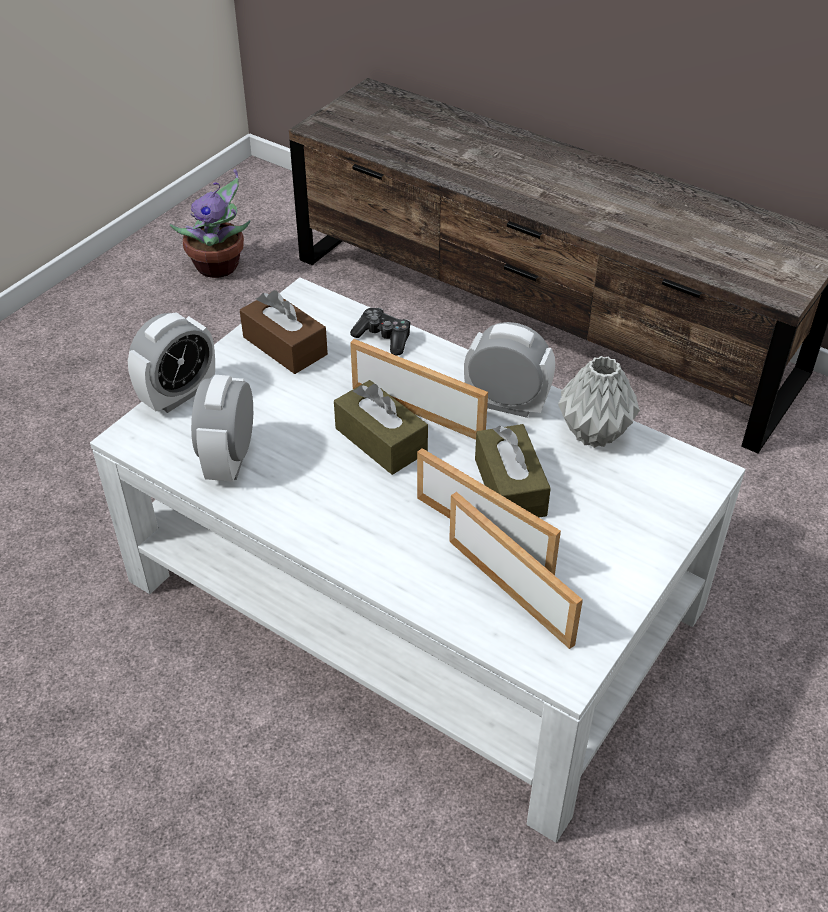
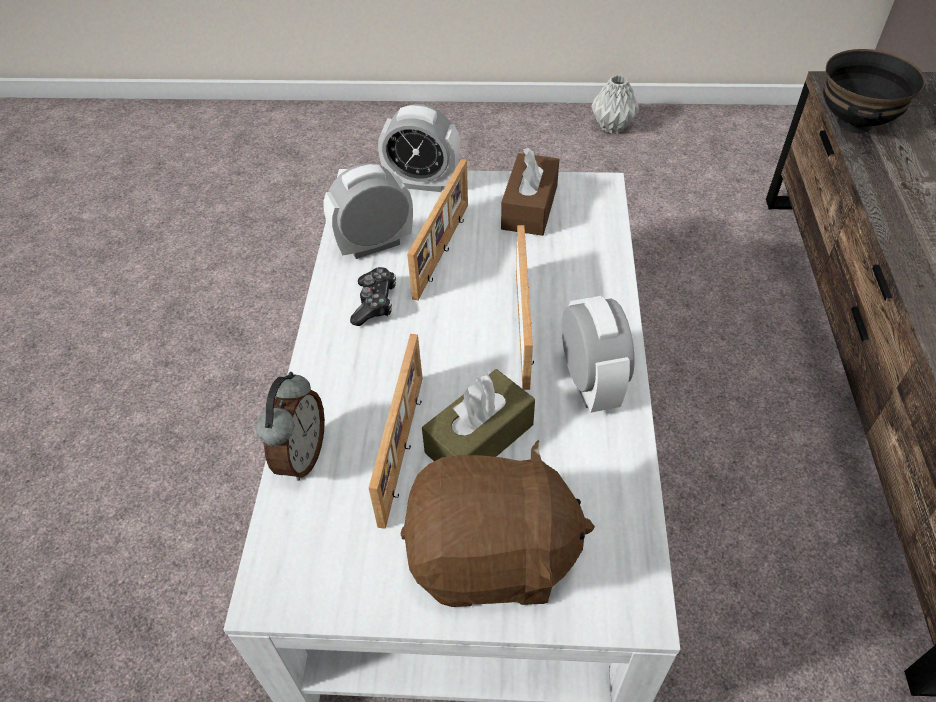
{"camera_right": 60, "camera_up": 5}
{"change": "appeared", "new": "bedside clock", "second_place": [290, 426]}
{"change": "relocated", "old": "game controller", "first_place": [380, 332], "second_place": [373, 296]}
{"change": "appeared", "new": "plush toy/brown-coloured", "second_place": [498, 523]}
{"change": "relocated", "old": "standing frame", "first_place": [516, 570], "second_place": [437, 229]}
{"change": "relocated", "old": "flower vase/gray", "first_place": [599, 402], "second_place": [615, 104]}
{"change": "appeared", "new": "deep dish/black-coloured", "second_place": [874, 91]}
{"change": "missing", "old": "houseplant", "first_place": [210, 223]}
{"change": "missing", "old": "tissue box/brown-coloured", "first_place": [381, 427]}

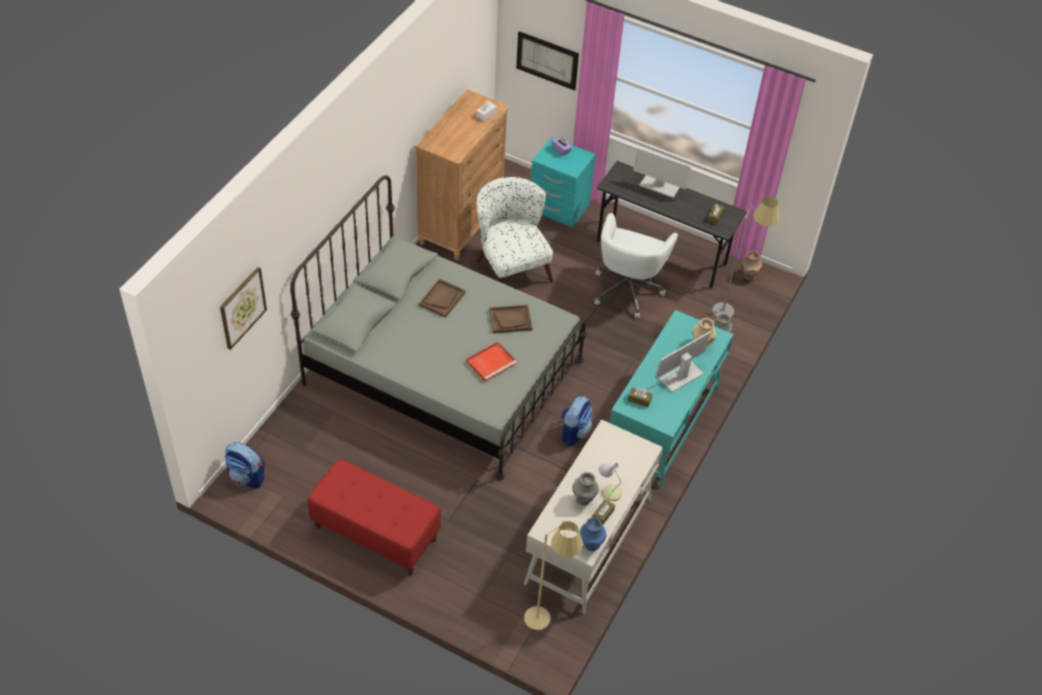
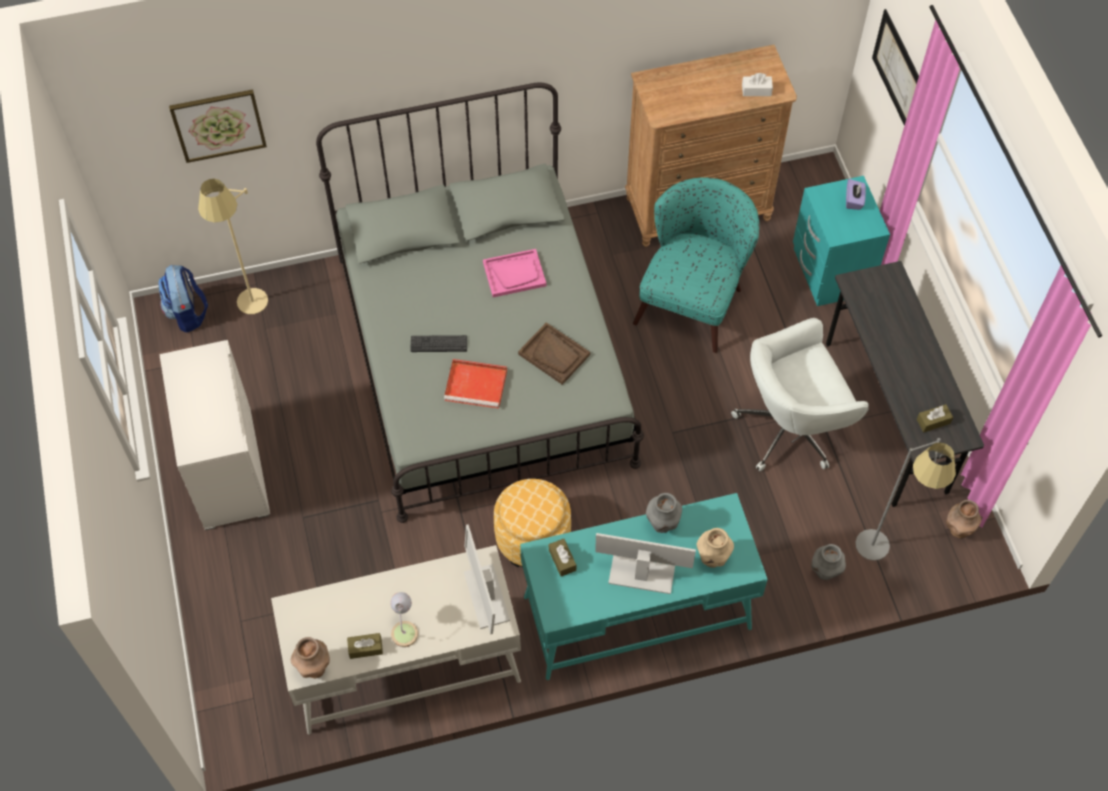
{"camera_right": 50, "camera_up": 10}
{"change": "exchanged", "old": "indoor bench/reddish", "new": "chest of drawers/whitish", "first_place": [374, 517], "second_place": [214, 435]}
{"change": "relocated", "old": "floor lamp/beige-coloured", "first_place": [553, 575], "second_place": [233, 246]}
{"change": "colour", "old": "flower vase/bluish", "new": "flower vase/brown-coloured", "first_place": [593, 534], "second_place": [310, 657]}
{"change": "appeared", "new": "computer keyboard", "second_place": [438, 343]}
{"change": "relocated", "old": "monitor", "first_place": [662, 172], "second_place": [487, 579]}
{"change": "colour", "old": "carrying tray/brown-coloured", "new": "carrying tray/pink", "first_place": [442, 298], "second_place": [514, 273]}
{"change": "exchanged", "old": "knapsack", "new": "pouffe", "first_place": [577, 421], "second_place": [532, 523]}
{"change": "colour", "old": "armchair/whitish", "new": "armchair/blue-green", "first_place": [515, 230], "second_place": [696, 265]}
{"change": "relocated", "old": "flower vase/gray", "first_place": [585, 489], "second_place": [664, 513]}

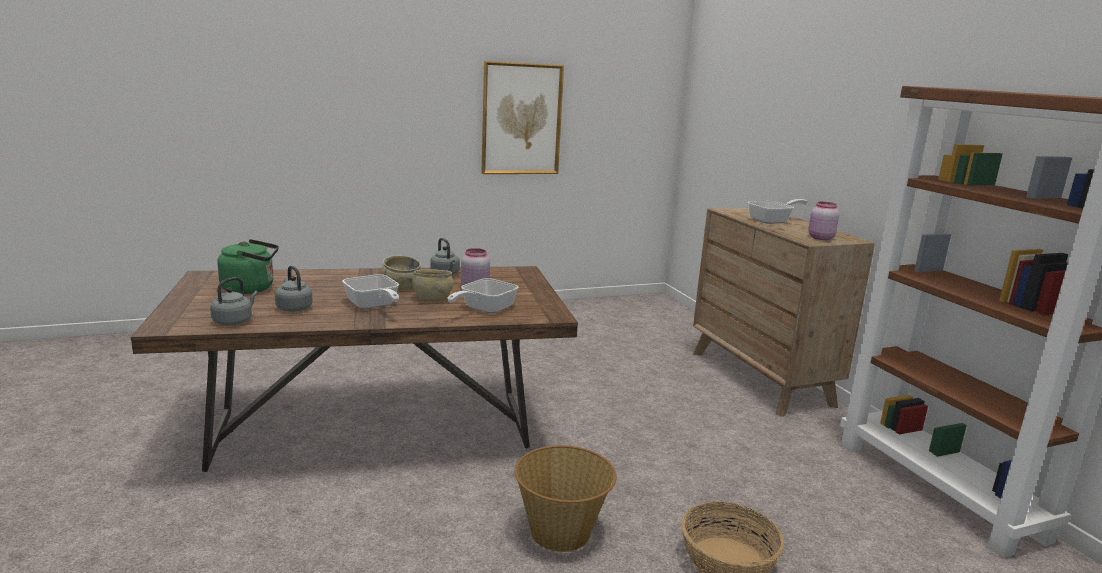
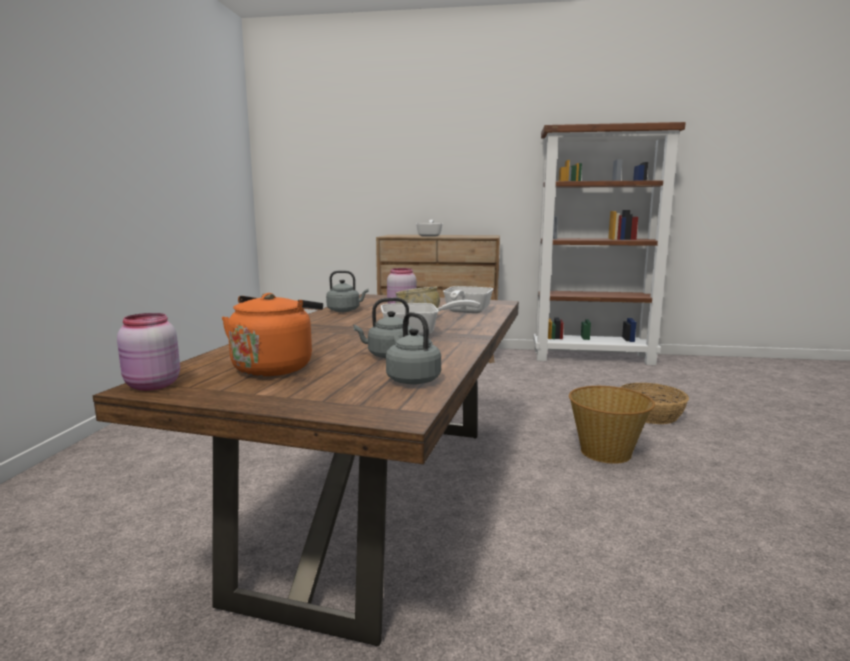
{"camera_right": -60, "camera_up": -5}
{"change": "relocated", "old": "storage jar/pink", "first_place": [823, 221], "second_place": [148, 352]}
{"change": "colour", "old": "water kettle/green-coloured", "new": "water kettle/orangey", "first_place": [248, 266], "second_place": [272, 334]}
{"change": "spun", "old": "skillet", "first_place": [482, 295], "second_place": [468, 299], "degrees": 45}
{"change": "missing", "old": "deep dish/beige-coloured", "first_place": [401, 273]}
{"change": "missing", "old": "wall art", "first_place": [522, 117]}

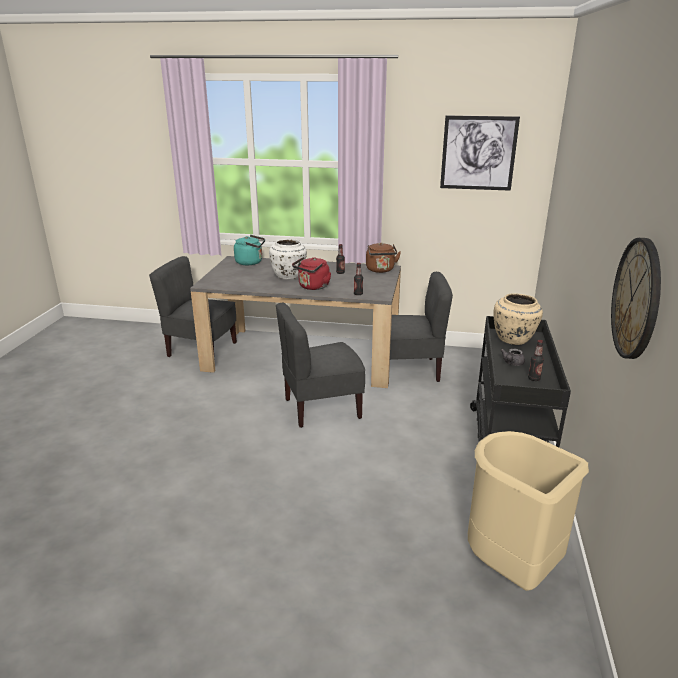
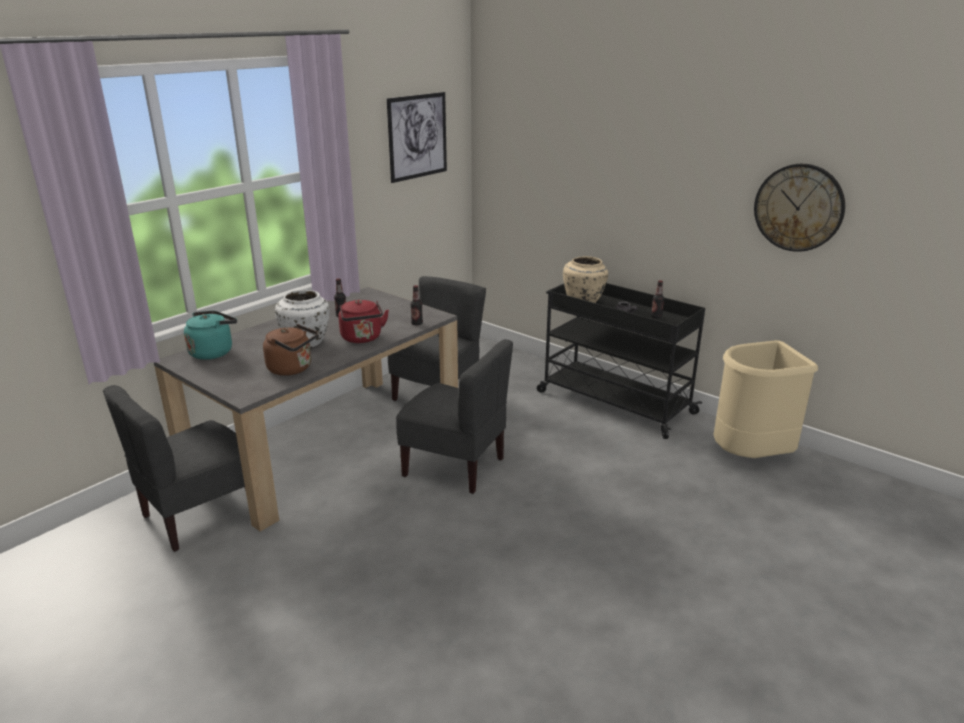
{"camera_right": -60, "camera_up": 0}
{"change": "relocated", "old": "water kettle/brown-coloured", "first_place": [383, 257], "second_place": [290, 350]}
{"change": "spun", "old": "upright chair/gray", "first_place": [320, 365], "second_place": [454, 416], "degrees": -75}

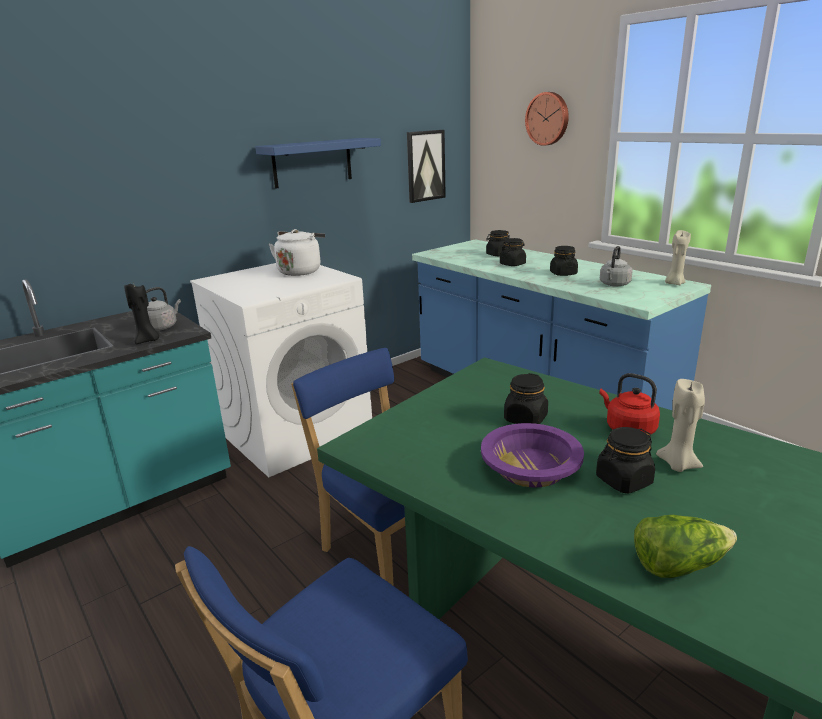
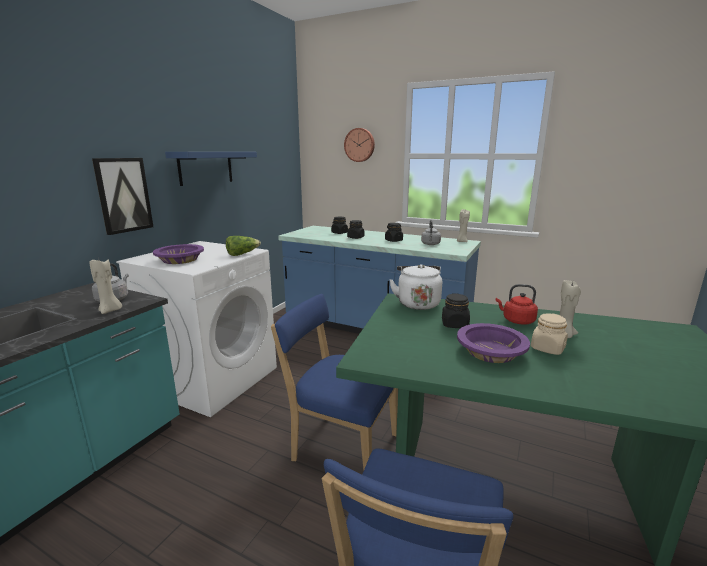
{"camera_right": -25, "camera_up": -5}
{"change": "colour", "old": "wax light/black-coloured", "new": "wax light/beige-coloured", "first_place": [141, 313], "second_place": [105, 287]}
{"change": "relocated", "old": "wall art", "first_place": [426, 166], "second_place": [122, 196]}
{"change": "appeared", "new": "deep dish/purple-coloured", "second_place": [178, 254]}
{"change": "relocated", "old": "lettuce", "first_place": [685, 546], "second_place": [243, 246]}
{"change": "relocated", "old": "water kettle/whitish", "first_place": [297, 252], "second_place": [415, 287]}
{"change": "colour", "old": "storage jar/black-coloured", "new": "storage jar/beige-coloured", "first_place": [625, 460], "second_place": [549, 334]}

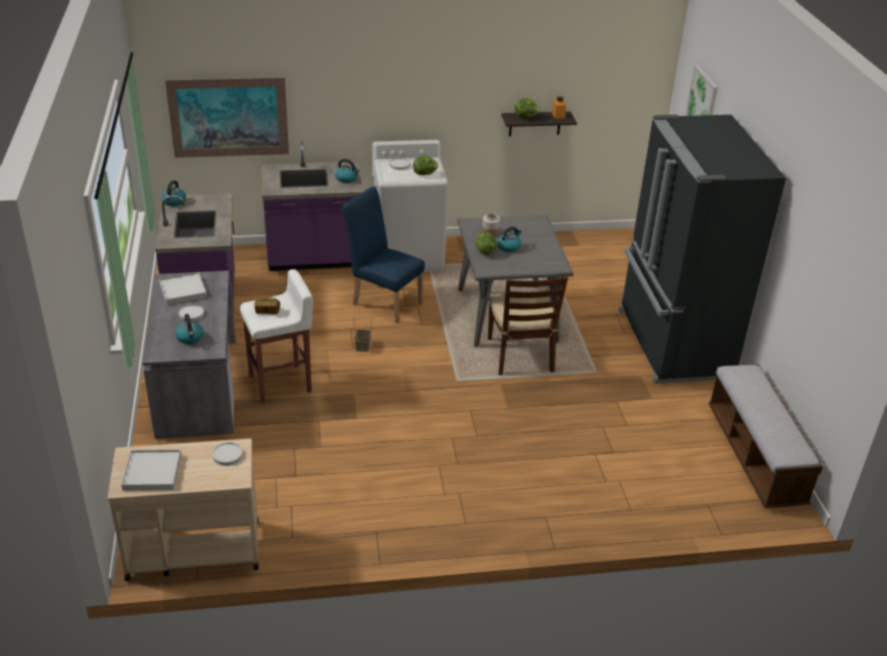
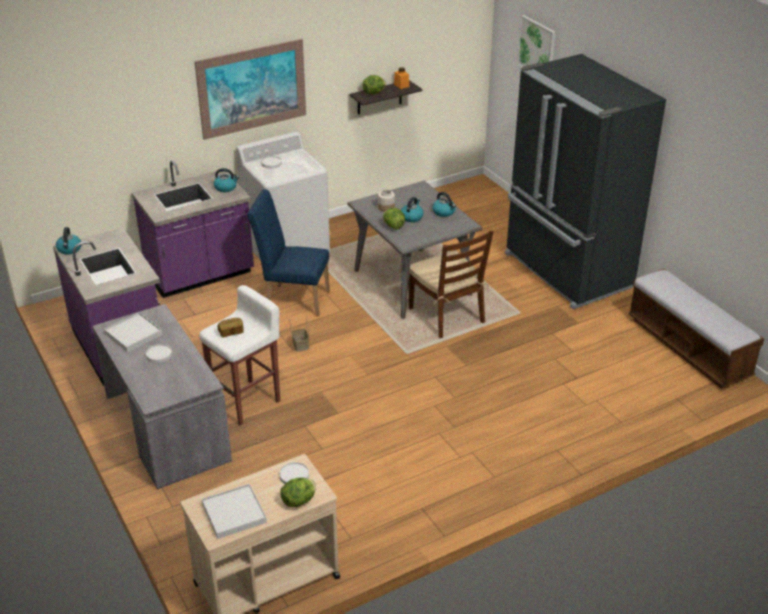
{"camera_right": -20, "camera_up": 0}
{"change": "relocated", "old": "wall art", "first_place": [227, 117], "second_place": [250, 89]}
{"change": "relocated", "old": "lettuce", "first_place": [425, 165], "second_place": [298, 492]}
{"change": "relocated", "old": "water kettle", "first_place": [189, 329], "second_place": [444, 204]}

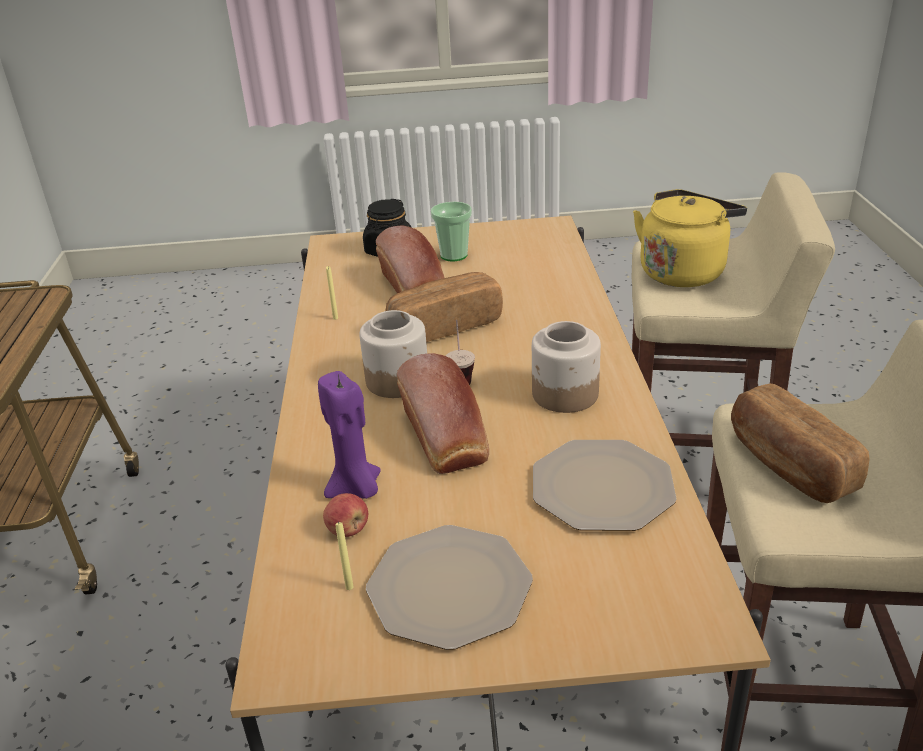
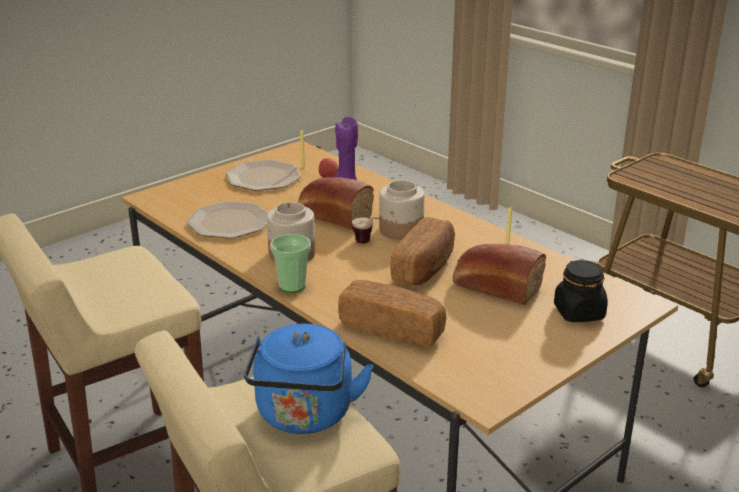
{"camera_right": 140, "camera_up": -5}
{"change": "colour", "old": "water kettle/yellow-coloured", "new": "water kettle/bluish", "first_place": [690, 238], "second_place": [309, 379]}
{"change": "relocated", "old": "small cup", "first_place": [451, 232], "second_place": [290, 263]}
{"change": "relocated", "old": "bakery bread", "first_place": [800, 443], "second_place": [392, 314]}

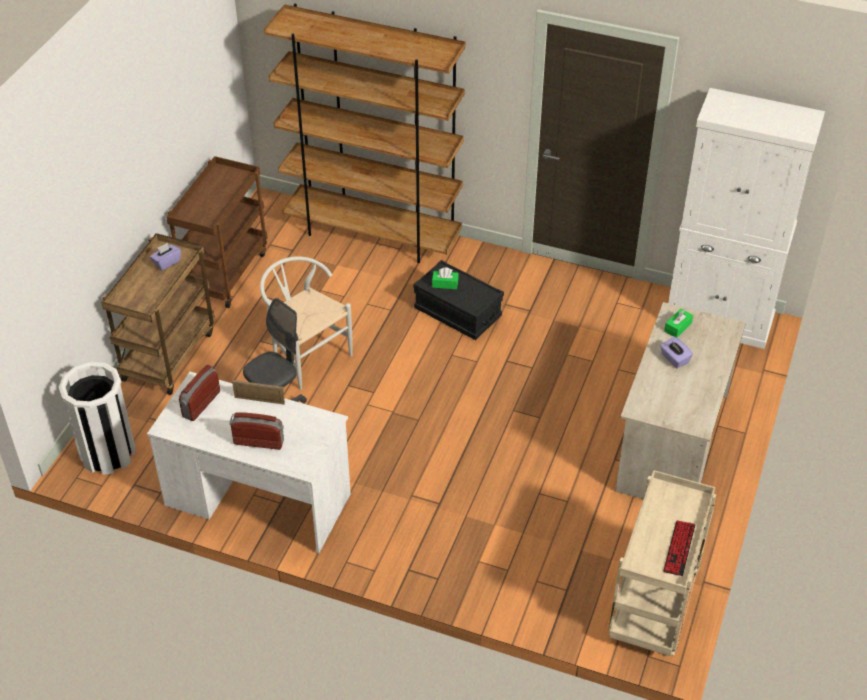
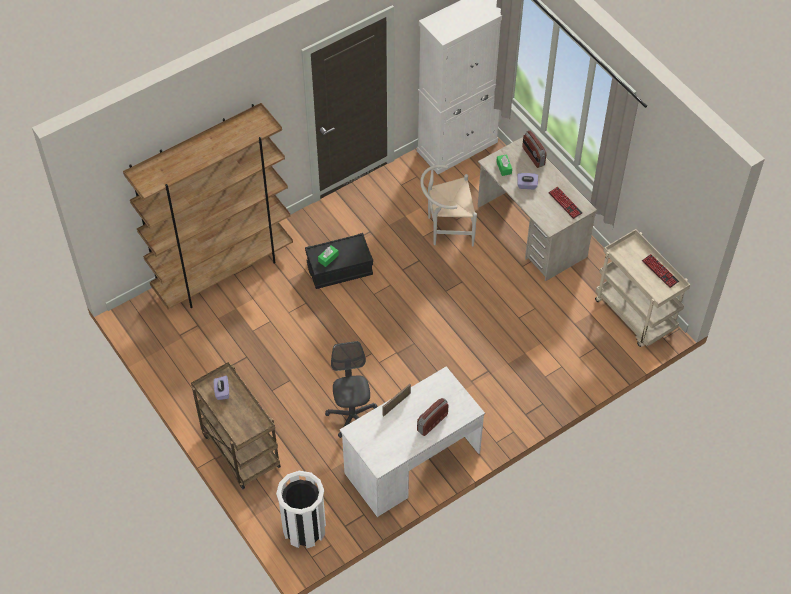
{"camera_right": -55, "camera_up": 10}
{"change": "relocated", "old": "upright chair/whitish", "first_place": [306, 322], "second_place": [448, 206]}
{"change": "relocated", "old": "radio set", "first_place": [199, 393], "second_place": [534, 149]}
{"change": "appeared", "new": "computer keyboard", "second_place": [565, 203]}
{"change": "missing", "old": "trolley/brown-coloured", "first_place": [217, 232]}

